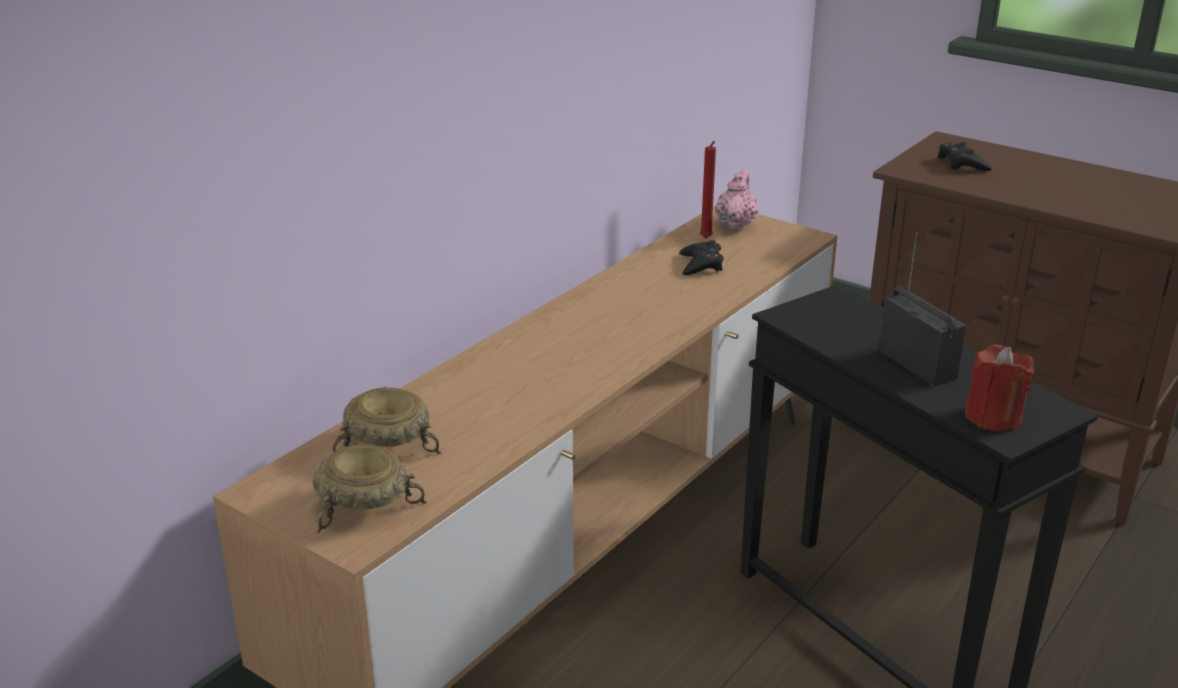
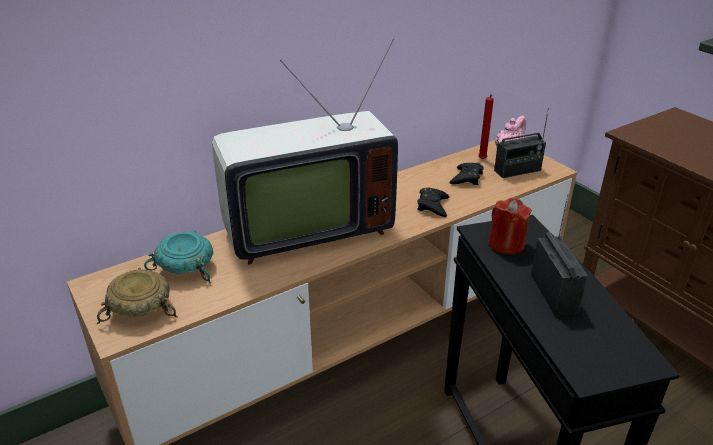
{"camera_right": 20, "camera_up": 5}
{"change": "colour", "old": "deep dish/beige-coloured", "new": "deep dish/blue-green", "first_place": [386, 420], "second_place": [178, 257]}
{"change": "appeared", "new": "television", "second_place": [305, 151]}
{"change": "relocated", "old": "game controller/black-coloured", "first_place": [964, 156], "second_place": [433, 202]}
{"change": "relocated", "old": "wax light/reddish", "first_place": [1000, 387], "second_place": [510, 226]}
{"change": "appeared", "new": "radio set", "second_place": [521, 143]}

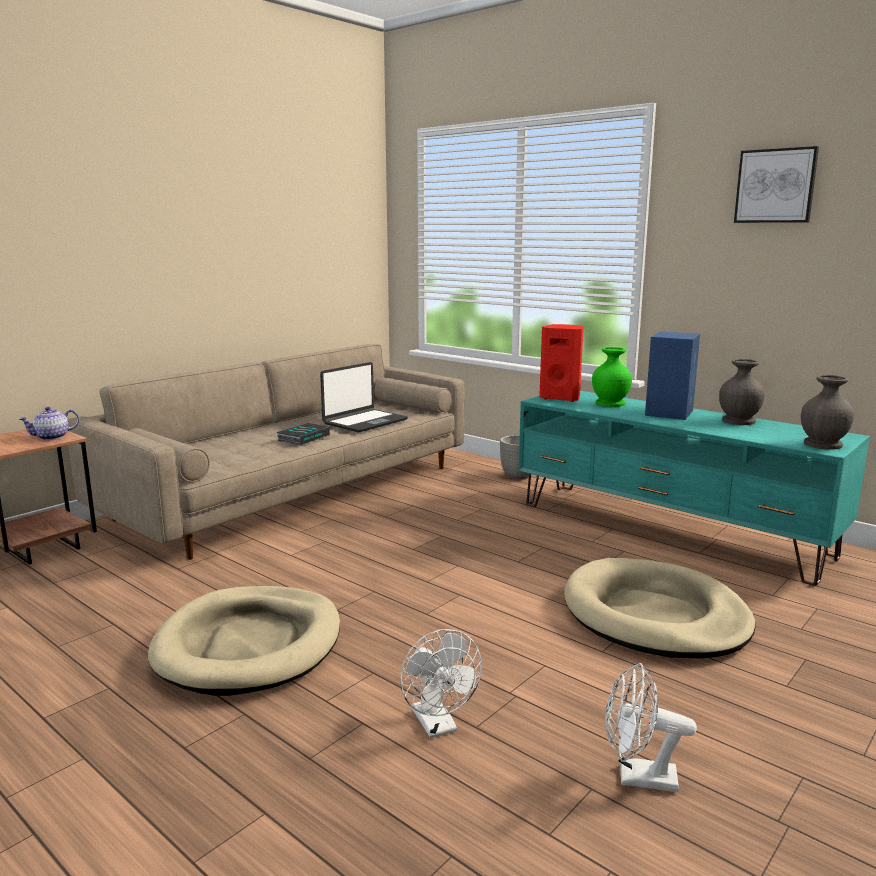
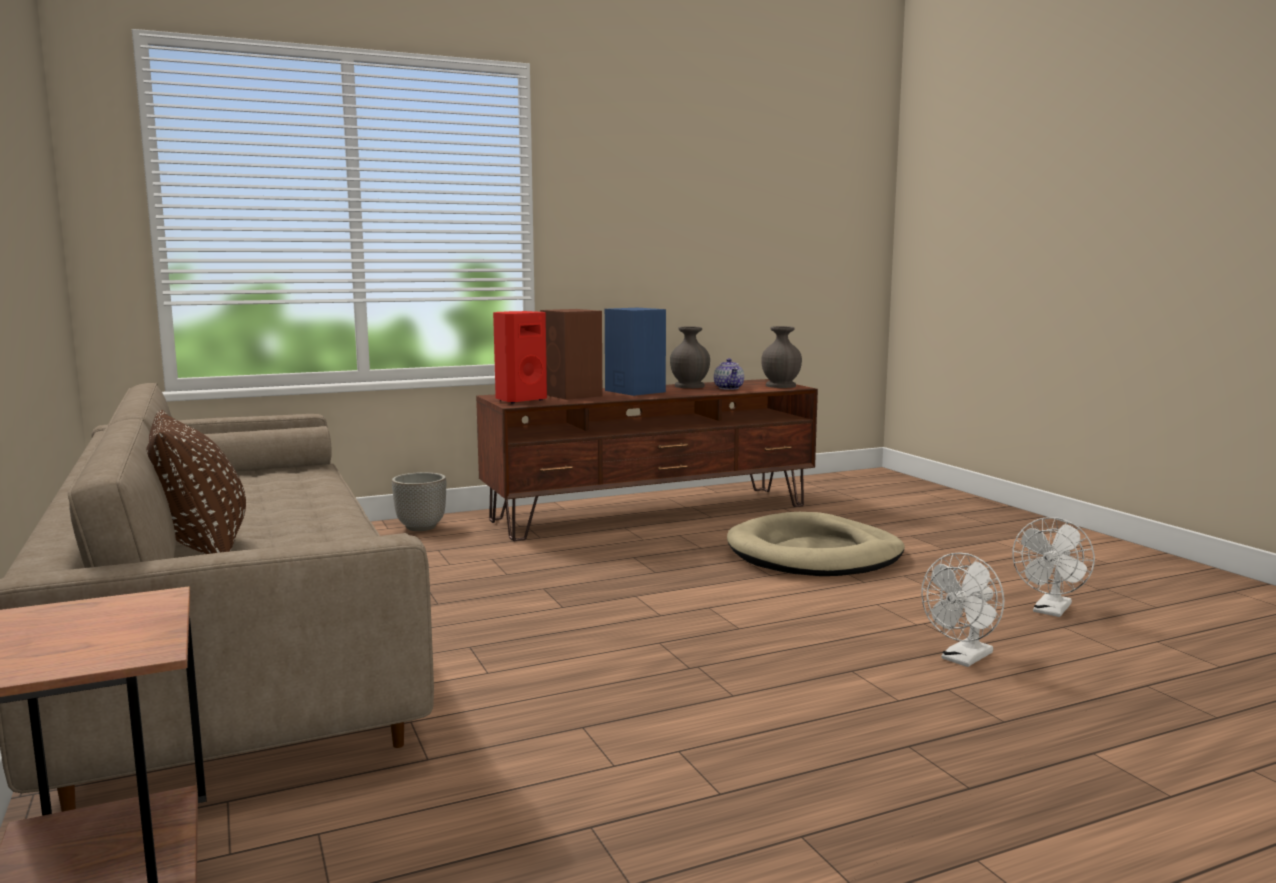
{"camera_right": -65, "camera_up": -5}
{"change": "appeared", "new": "cushion/brown-coloured", "second_place": [196, 482]}
{"change": "colour", "old": "media console/blue-green", "new": "media console/brown-coloured", "first_place": [694, 488], "second_place": [647, 460]}
{"change": "exchanged", "old": "flower vase/green-coloured", "new": "speaker/brown-coloured", "first_place": [612, 377], "second_place": [571, 354]}
{"change": "relocated", "old": "pot for tea", "first_place": [49, 423], "second_place": [729, 374]}
{"change": "spun", "old": "electric fan/whitish", "first_place": [441, 683], "second_place": [962, 610], "degrees": 135}
{"change": "missing", "old": "dog bed/beige-coloured", "first_place": [244, 641]}
{"change": "missing", "old": "book", "first_place": [303, 434]}
{"change": "missing", "old": "portable computer", "first_place": [364, 397]}
{"change": "missing", "old": "wall art", "first_place": [776, 184]}

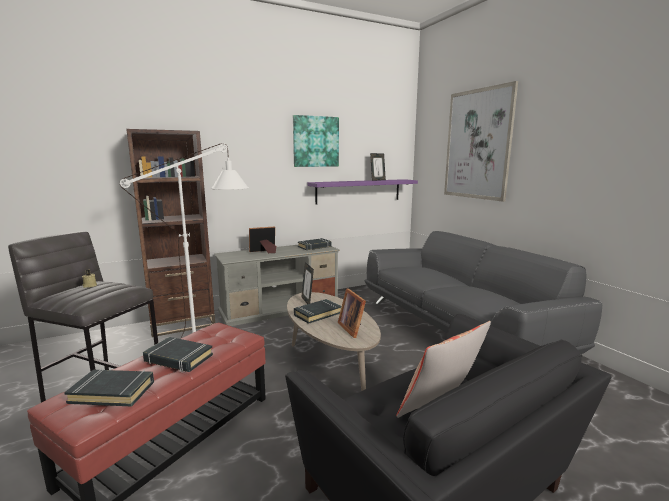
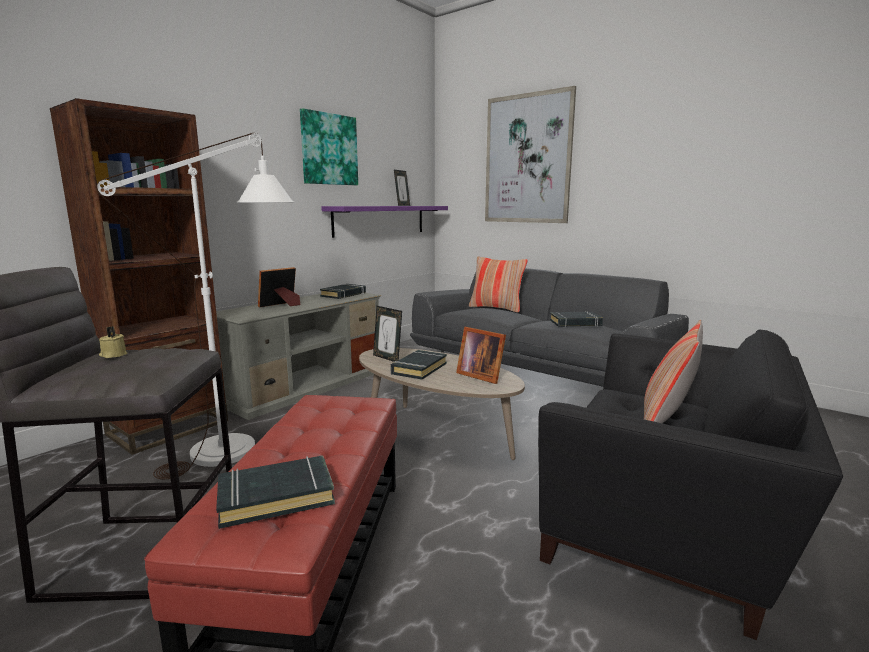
{"camera_right": -25, "camera_up": 0}
{"change": "appeared", "new": "cushion", "second_place": [498, 284]}
{"change": "relocated", "old": "book/black-coloured", "first_place": [178, 354], "second_place": [576, 319]}

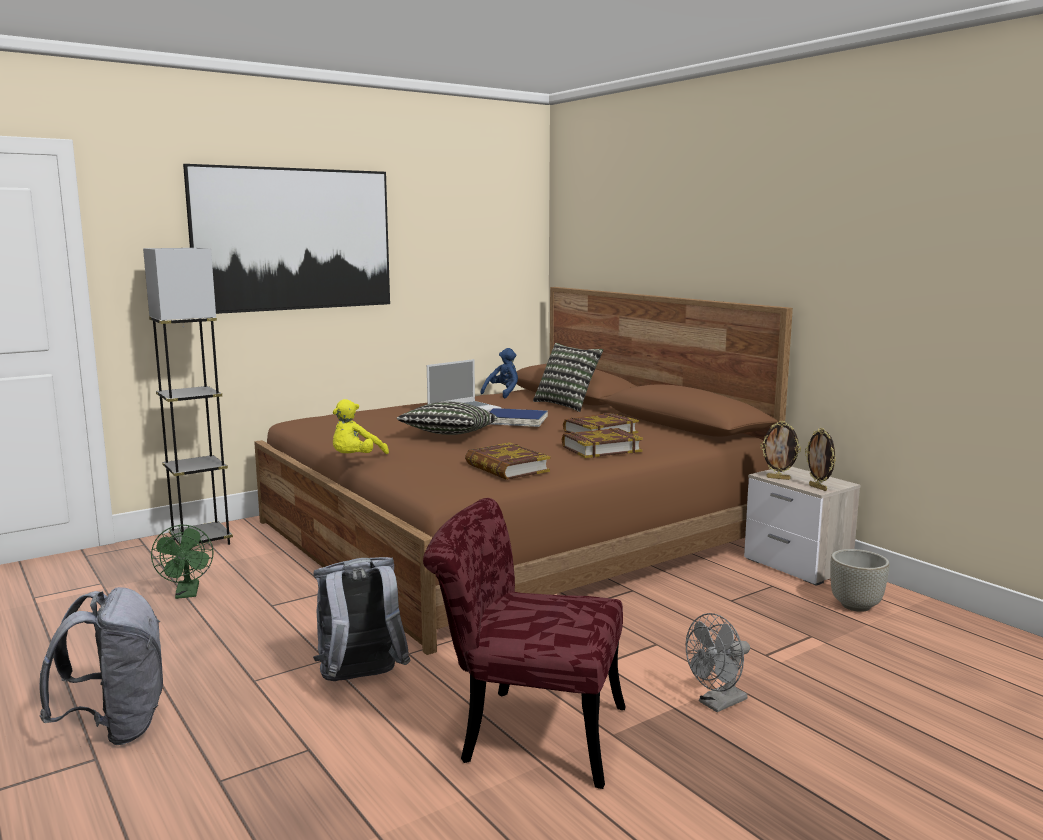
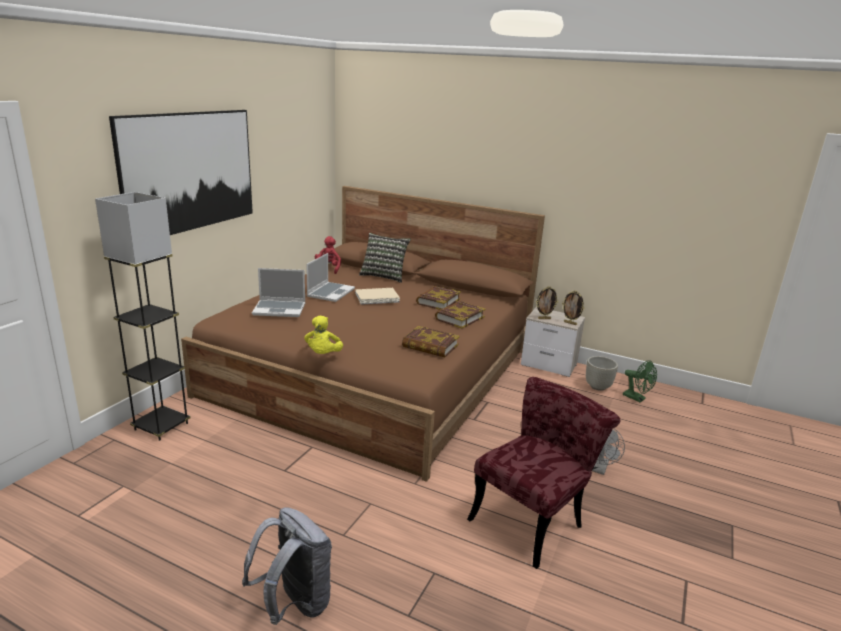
{"camera_right": -30, "camera_up": 10}
{"change": "appeared", "new": "portable computer", "second_place": [278, 292]}
{"change": "colour", "old": "plush toy/bluish", "new": "plush toy/reddish", "first_place": [499, 373], "second_place": [328, 255]}
{"change": "colour", "old": "book/bluish", "new": "book/beige-coloured", "first_place": [518, 417], "second_place": [377, 296]}
{"change": "spun", "old": "upright chair/reddish", "first_place": [524, 643], "second_place": [544, 473], "degrees": 150}
{"change": "relocated", "old": "electric fan/green-coloured", "first_place": [182, 562], "second_place": [640, 381]}
{"change": "missing", "old": "knapsack/gray", "first_place": [362, 619]}
{"change": "missing", "old": "cushion", "first_place": [447, 418]}

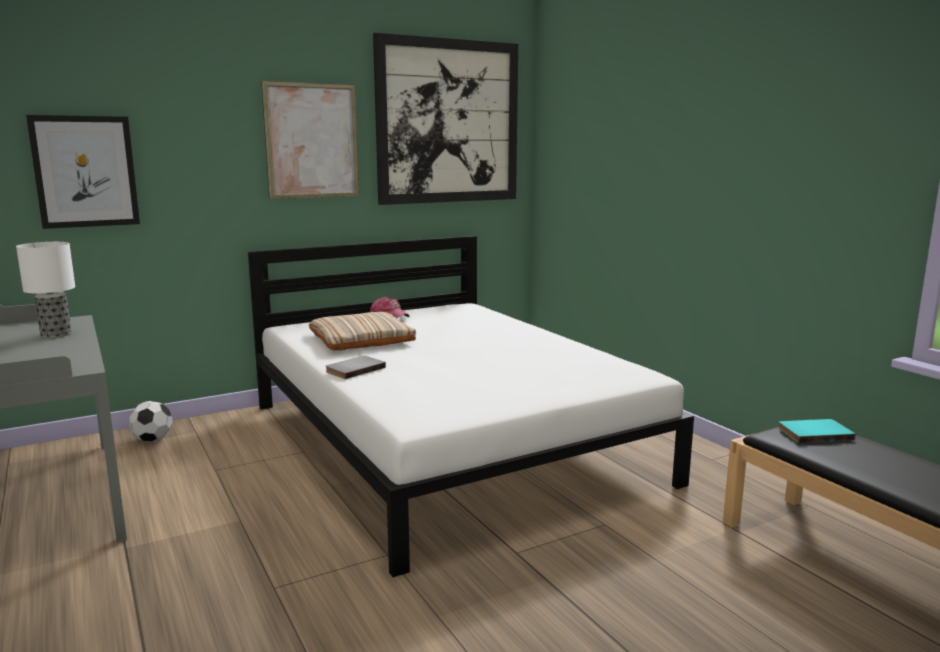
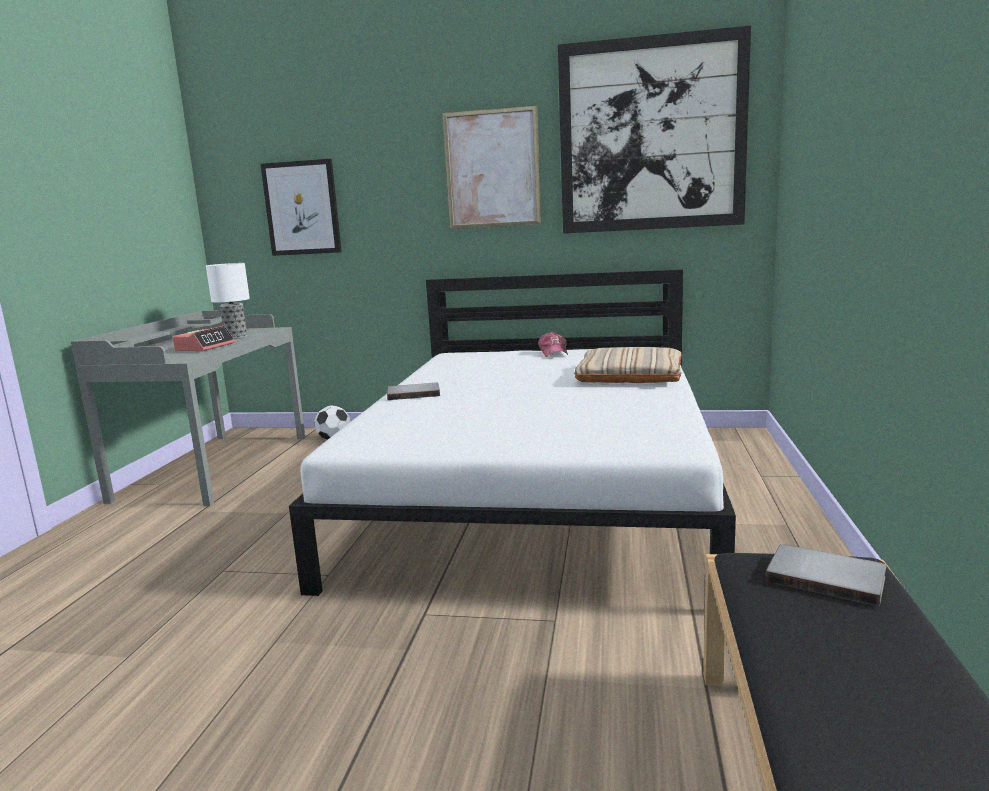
{"camera_right": 40, "camera_up": 0}
{"change": "appeared", "new": "bedside clock", "second_place": [203, 338]}
{"change": "relocated", "old": "cushion/beige-coloured", "first_place": [362, 331], "second_place": [628, 365]}
{"change": "colour", "old": "book/blue-green", "new": "book/gray", "first_place": [817, 431], "second_place": [826, 575]}

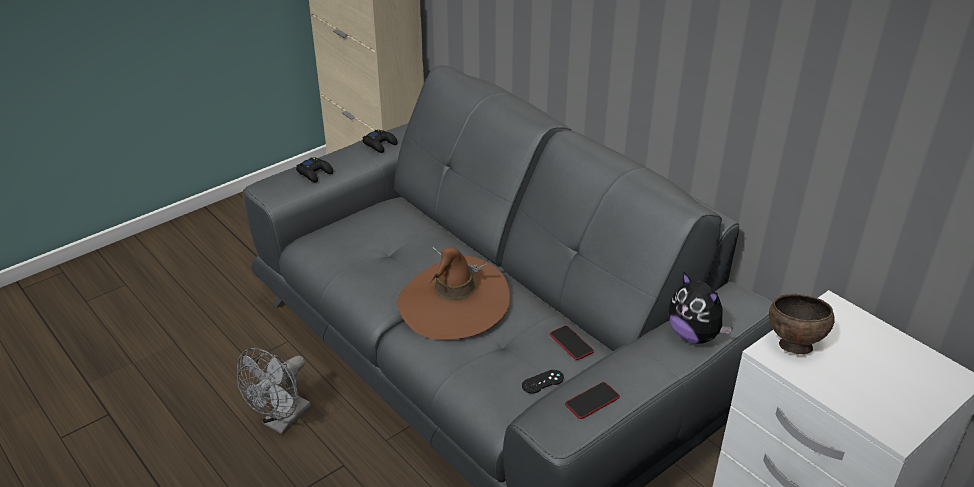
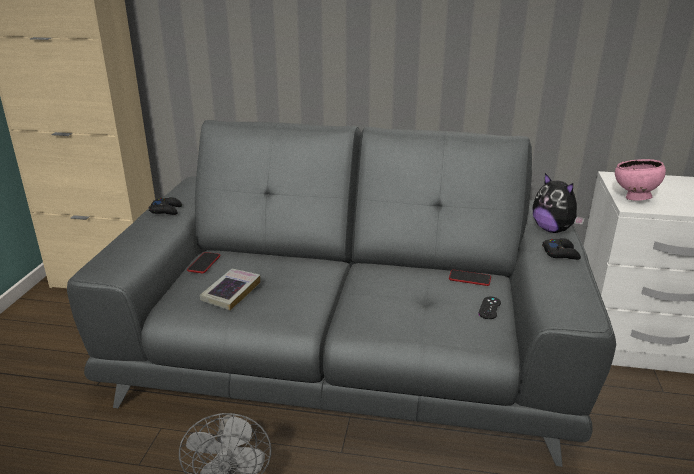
{"camera_right": -40, "camera_up": -10}
{"change": "relocated", "old": "phone", "first_place": [592, 400], "second_place": [203, 262]}
{"change": "appeared", "new": "book", "second_place": [230, 290]}
{"change": "spun", "old": "plush toy", "first_place": [701, 308], "second_place": [559, 203], "degrees": 45}
{"change": "relocated", "old": "game controller/black-coloured", "first_place": [314, 169], "second_place": [561, 249]}
{"change": "colour", "old": "deep dish/brown-coloured", "new": "deep dish/pink", "first_place": [802, 324], "second_place": [640, 180]}
{"change": "missing", "old": "hat/brown-coloured", "first_place": [454, 293]}

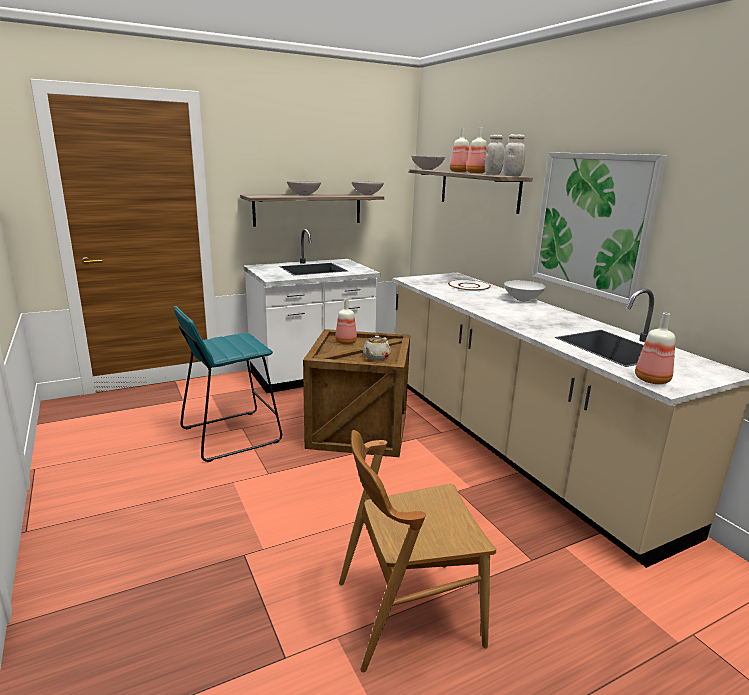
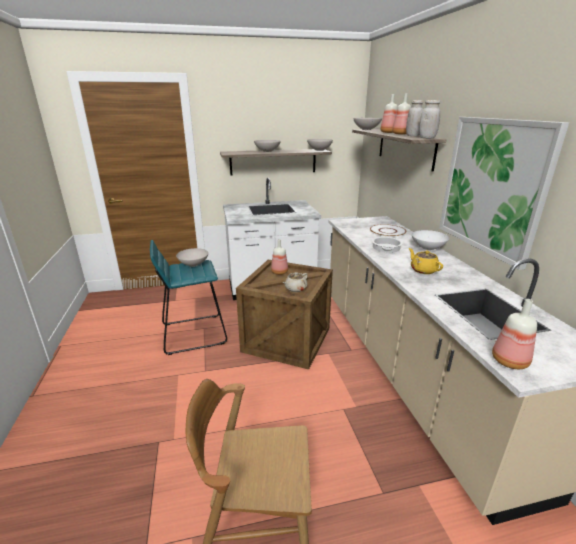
{"camera_right": 15, "camera_up": 5}
{"change": "appeared", "new": "deep dish/whitish", "second_place": [192, 257]}
{"change": "appeared", "new": "stockpot", "second_place": [387, 244]}
{"change": "appeared", "new": "pot for tea/yellow-coloured", "second_place": [426, 261]}

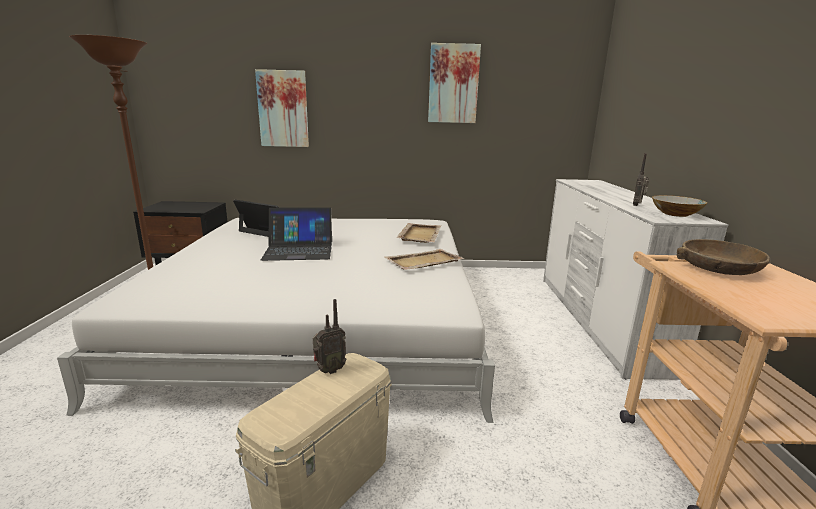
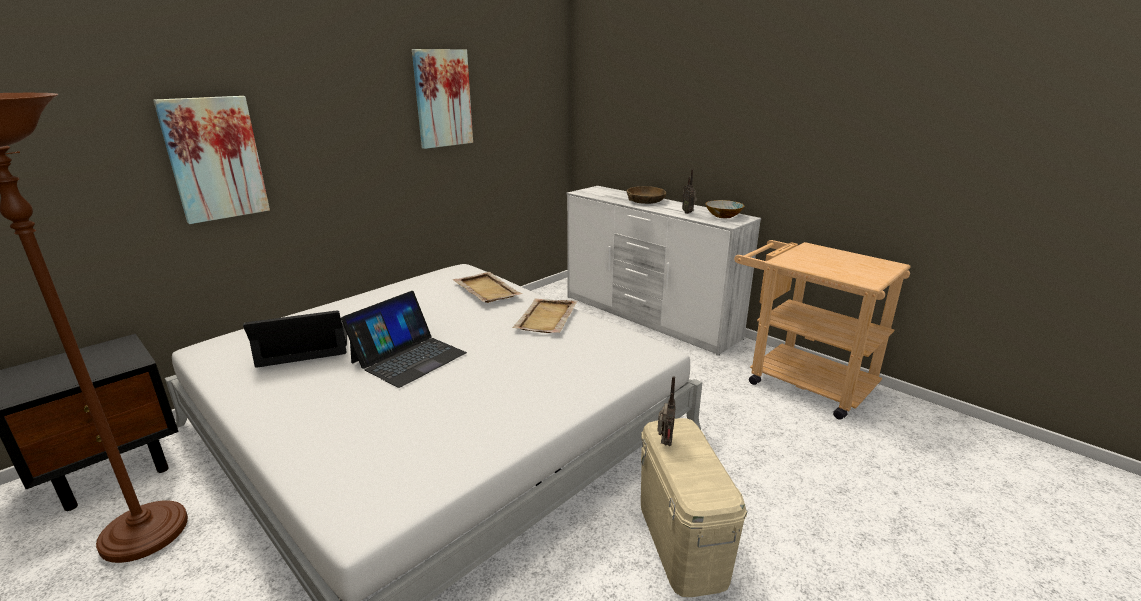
{"camera_right": -45, "camera_up": 5}
{"change": "relocated", "old": "deep dish/brown-coloured", "first_place": [723, 257], "second_place": [646, 195]}

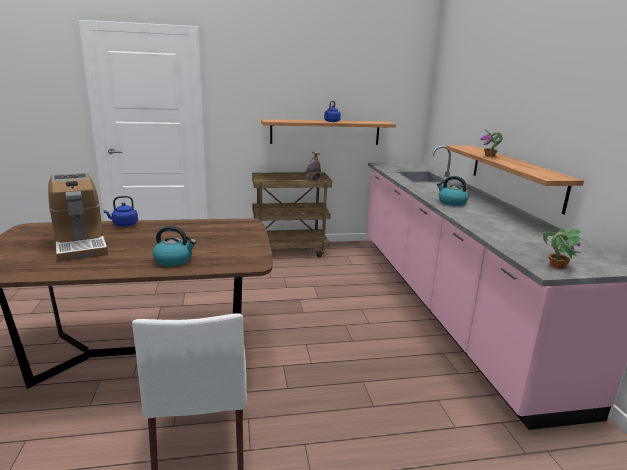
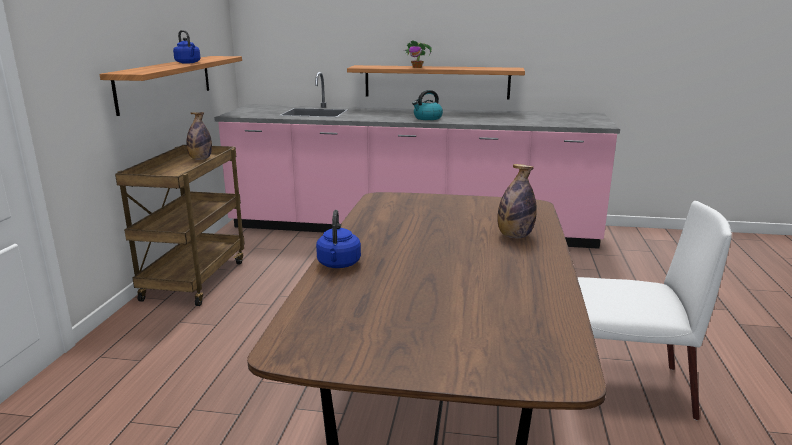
{"camera_right": -70, "camera_up": 0}
{"change": "exchanged", "old": "water kettle", "new": "beverage bottle", "first_place": [174, 246], "second_place": [517, 201]}
{"change": "missing", "old": "coffee machine", "first_place": [78, 217]}
{"change": "missing", "old": "houseplant", "first_place": [562, 248]}

